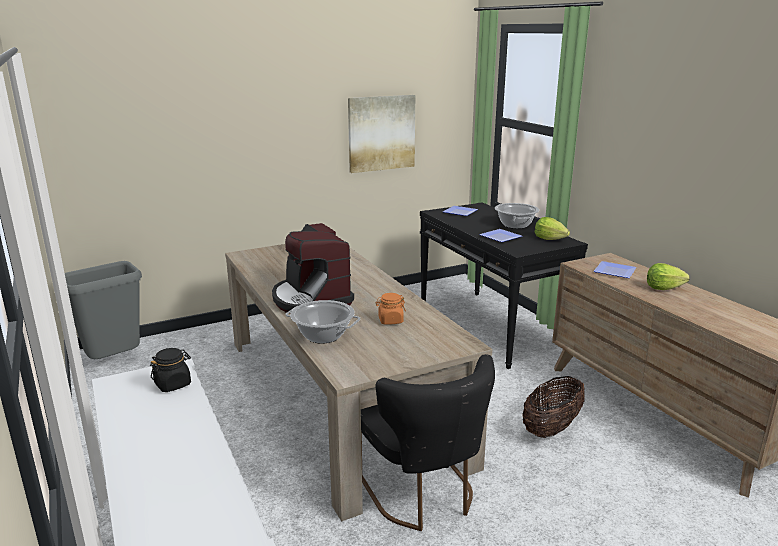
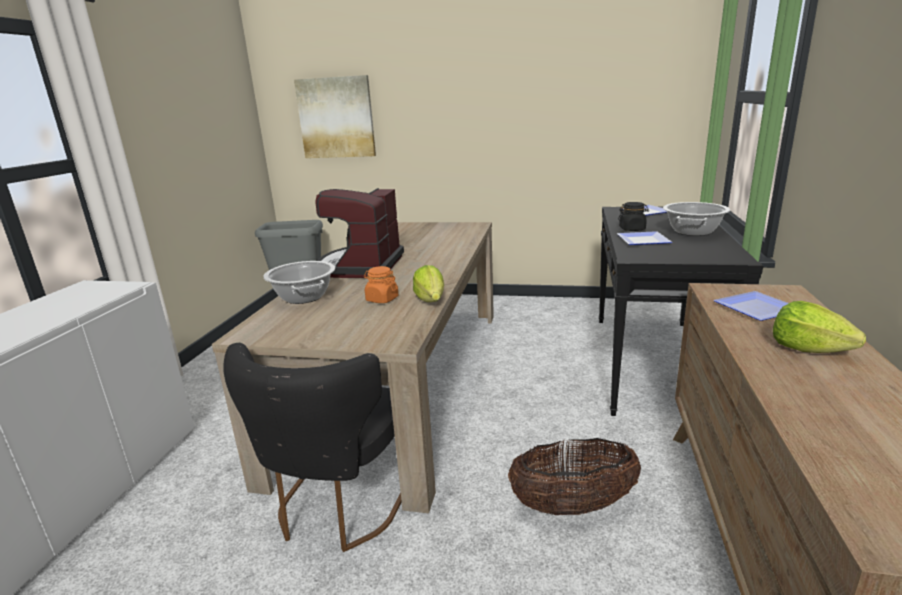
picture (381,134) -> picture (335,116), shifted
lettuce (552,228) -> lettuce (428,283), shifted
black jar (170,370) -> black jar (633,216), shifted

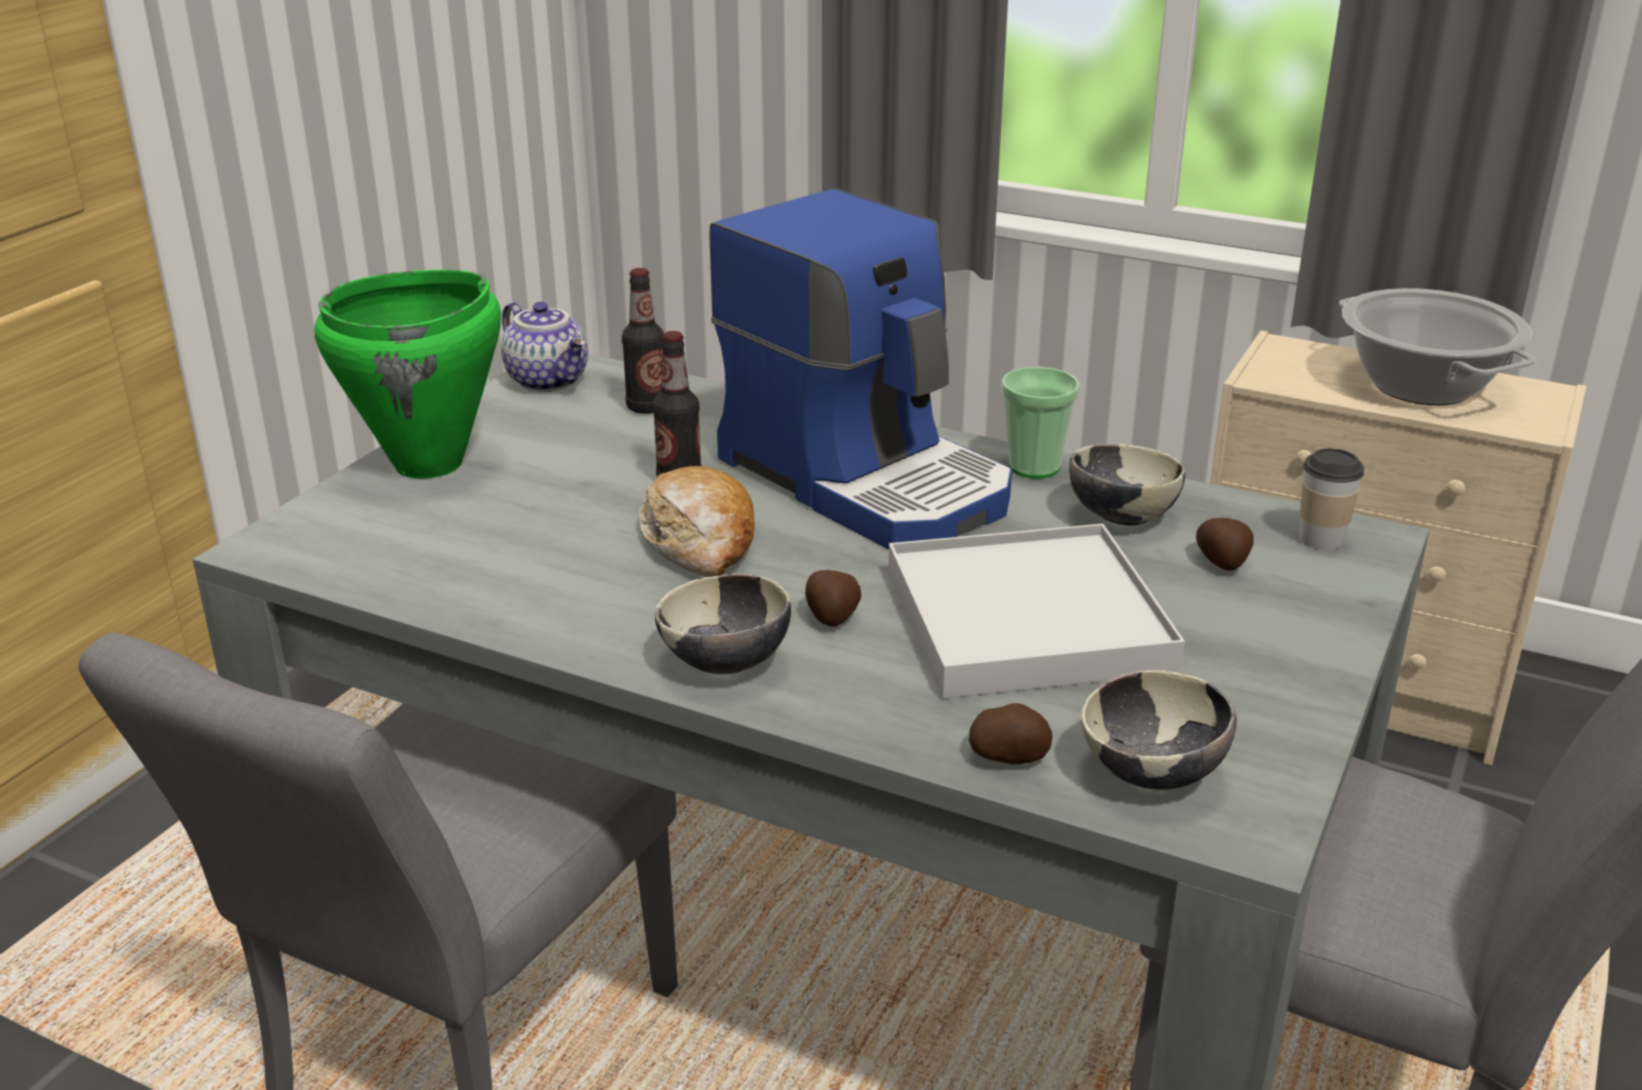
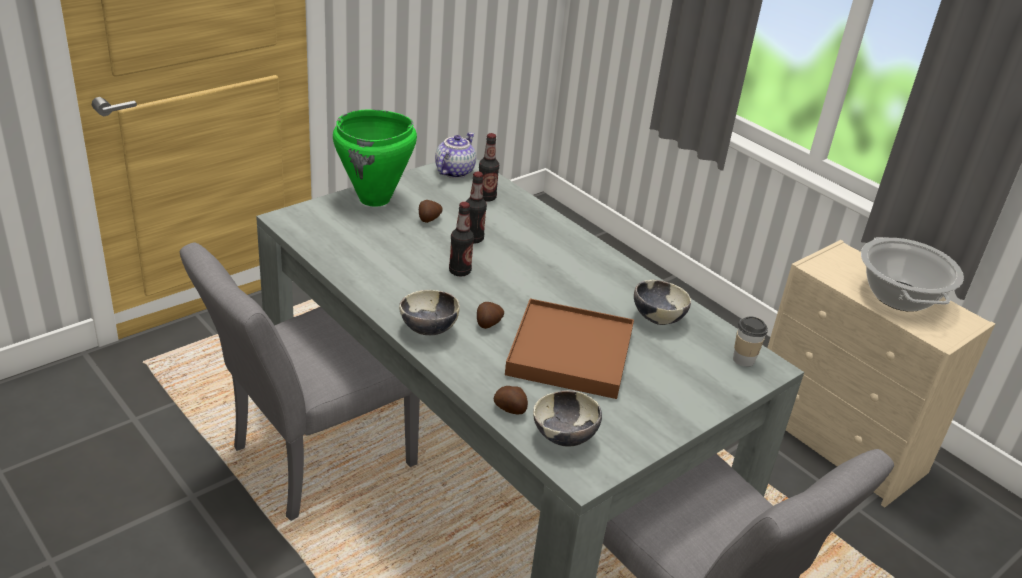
potato (1225,544) -> potato (431,211), shifted
teapot (544,347) -> teapot (455,155), 135 degrees counterclockwise
bread (697,521) -> bottle (461,239)
white tray (1036,611) -> brown tray (569,348)
coffee machine (860,369) -> none
cup (1040,423) -> none

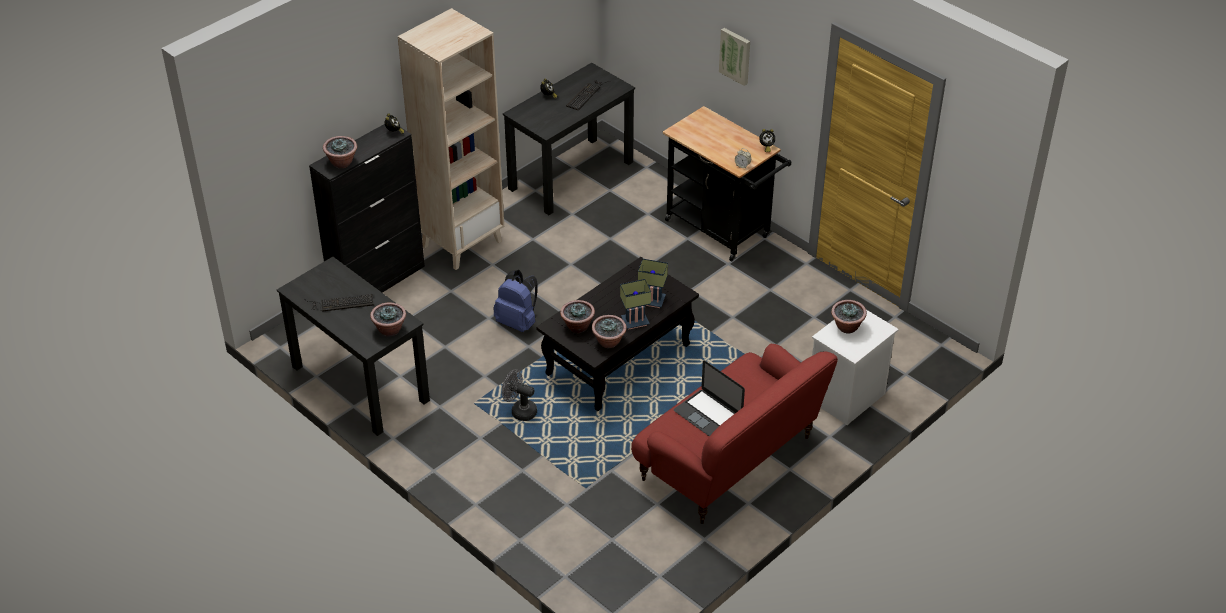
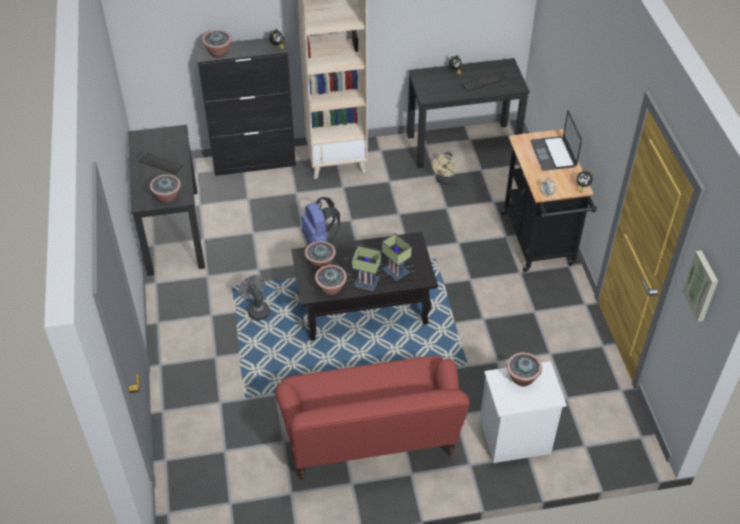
none -> beige fan (445,168)
laptop (709,398) -> laptop (556,141), shifted
picture (734,57) -> picture (700,286), shifted

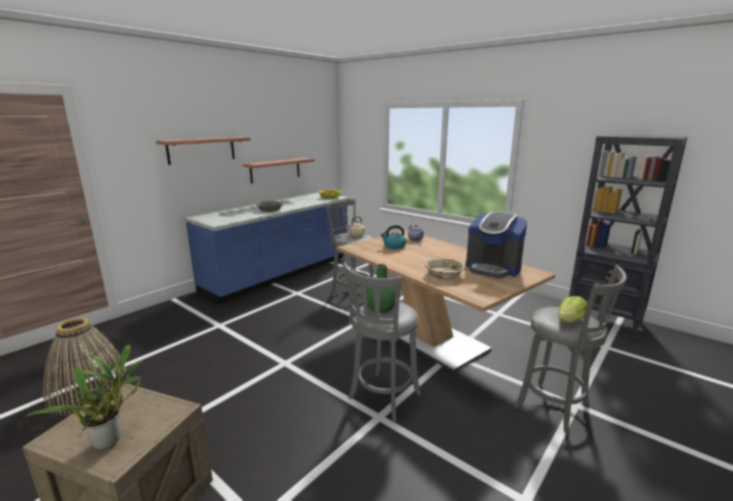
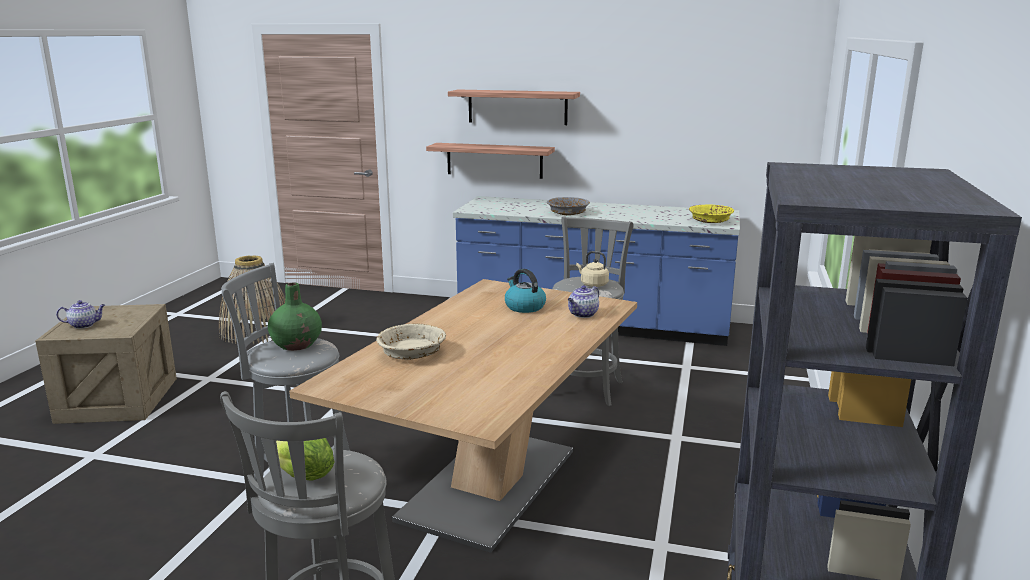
potted plant (85,397) -> teapot (80,314)
shelf (279,171) -> shelf (490,161), shifted
coffee machine (496,245) -> none

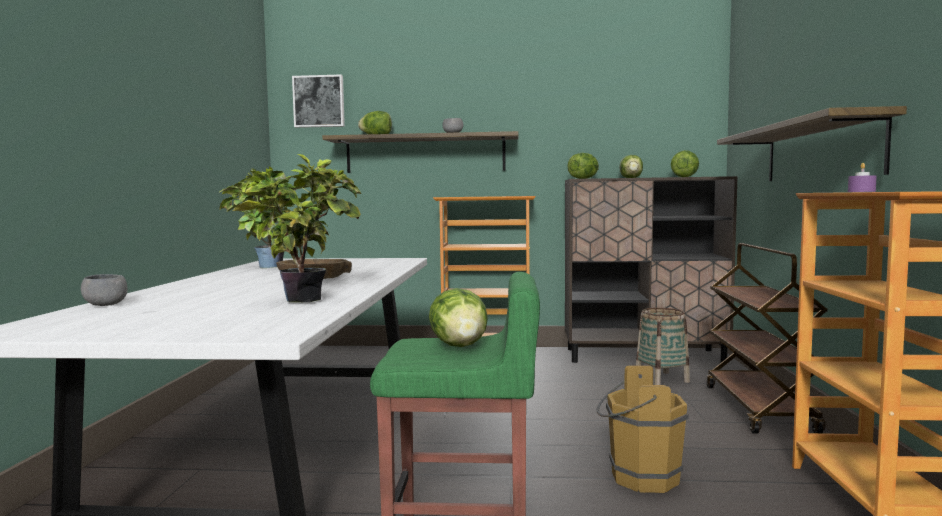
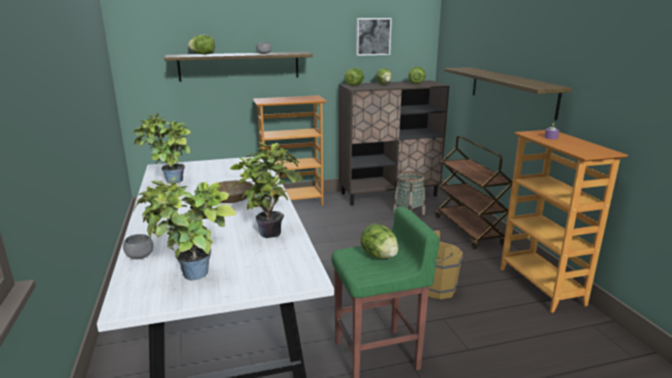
none -> potted plant (185,229)
picture (318,101) -> picture (374,37), shifted

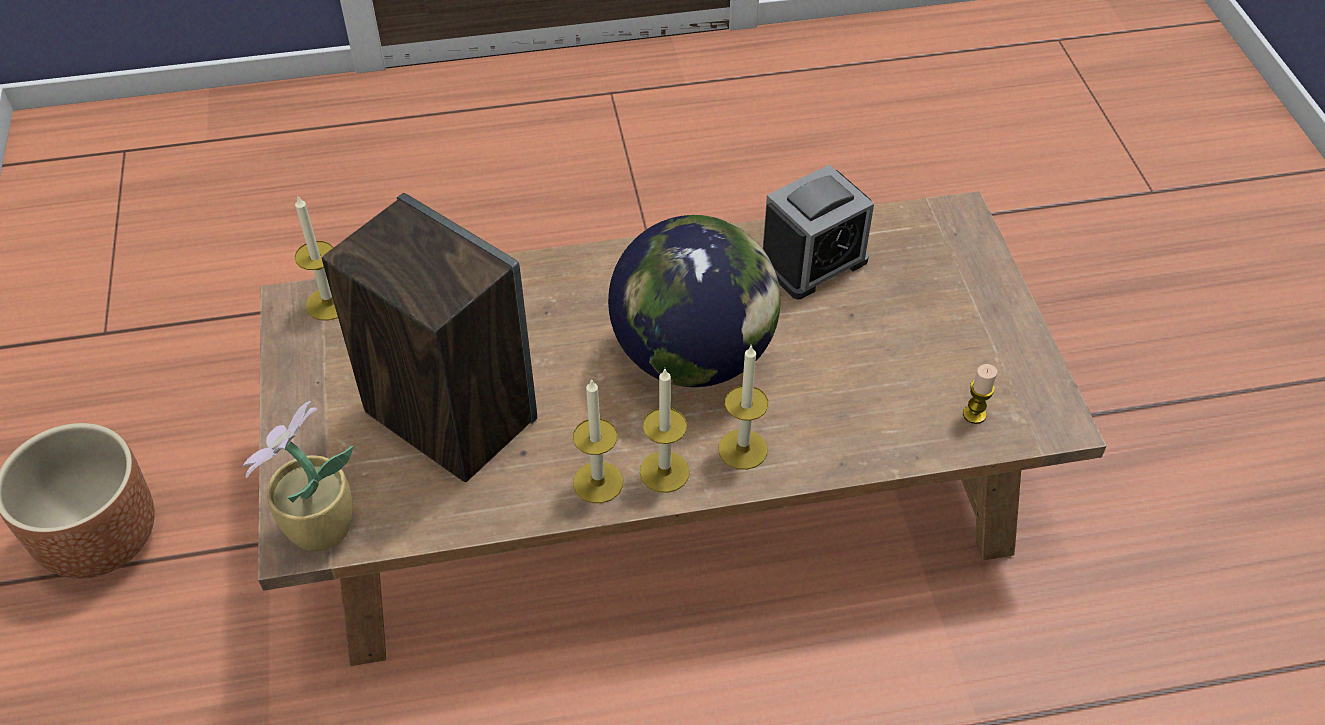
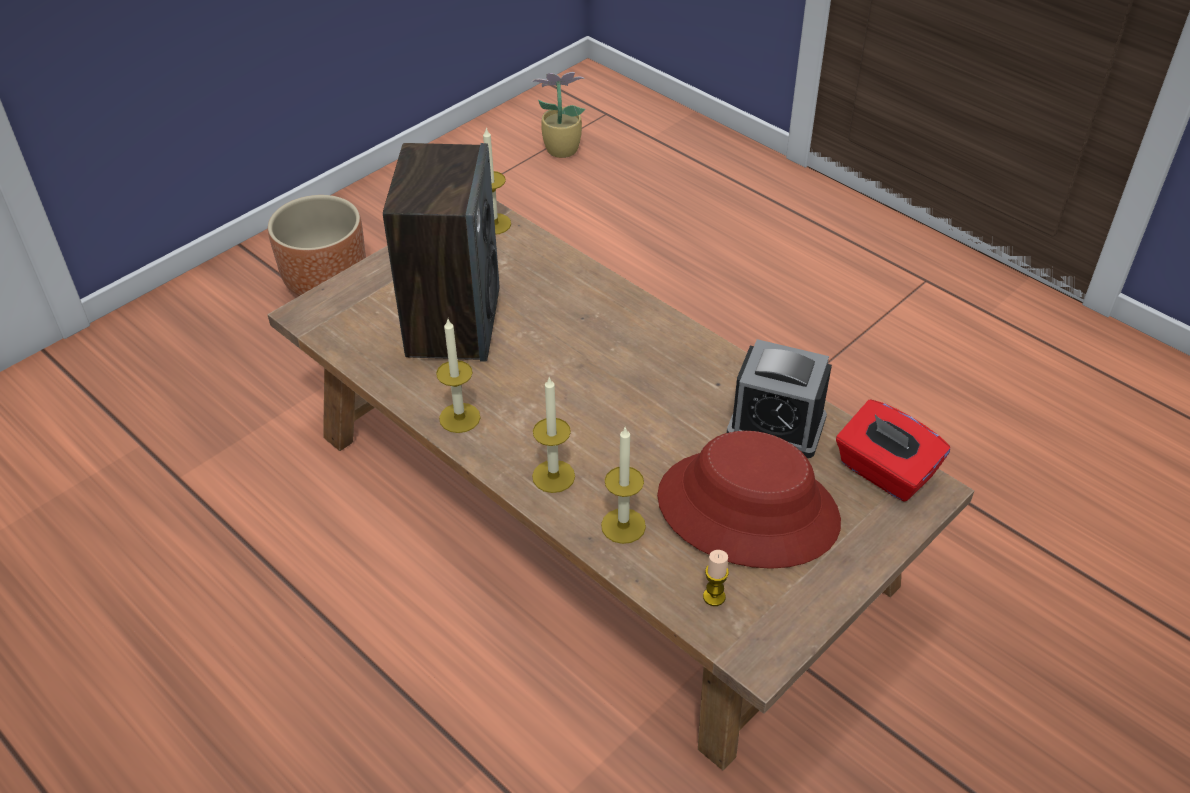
potted plant (297,476) -> potted plant (558,115), shifted
candle (665,431) -> candle (623,485), shifted
none -> red hat (749,500)
none -> red tissue box (893,451)
globe (694,301) -> none

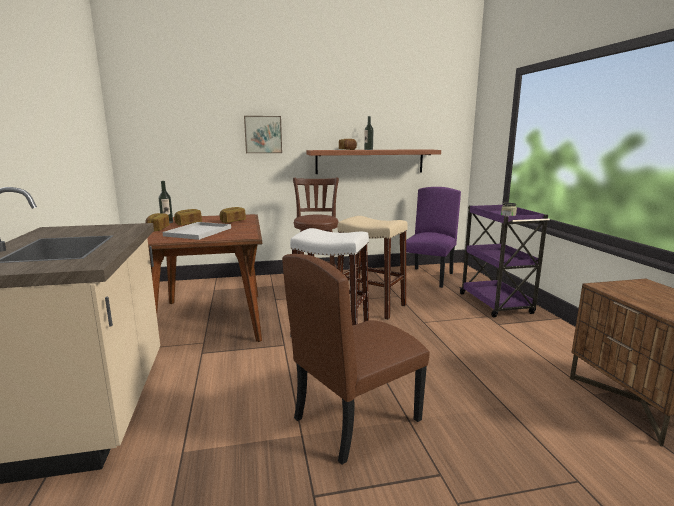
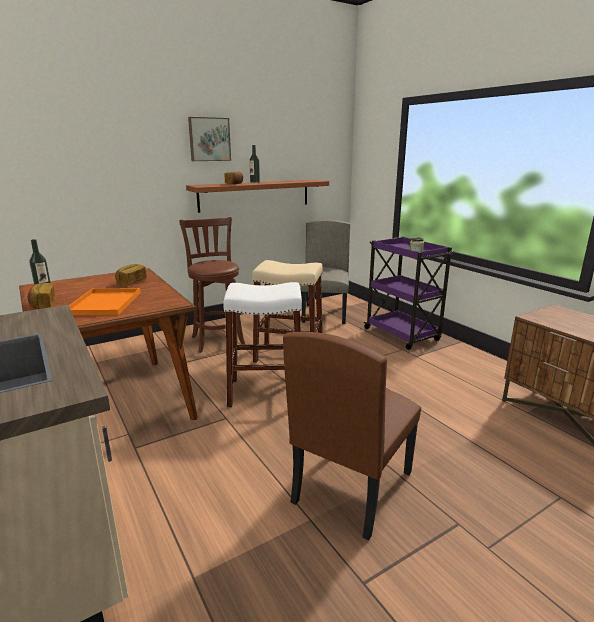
white tray (197,231) -> orange tray (105,301)
picture (263,134) -> picture (209,139), shifted
purple chair (433,237) -> beige chair (325,271)
bread (188,217) -> none

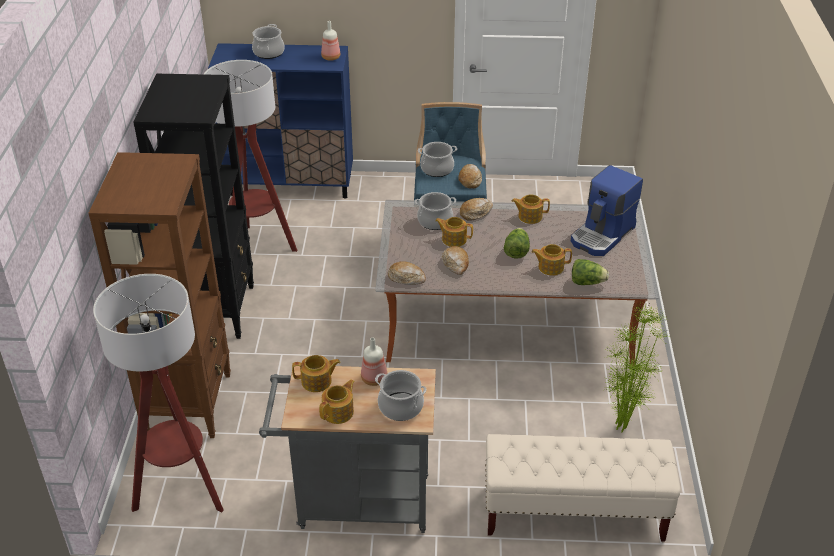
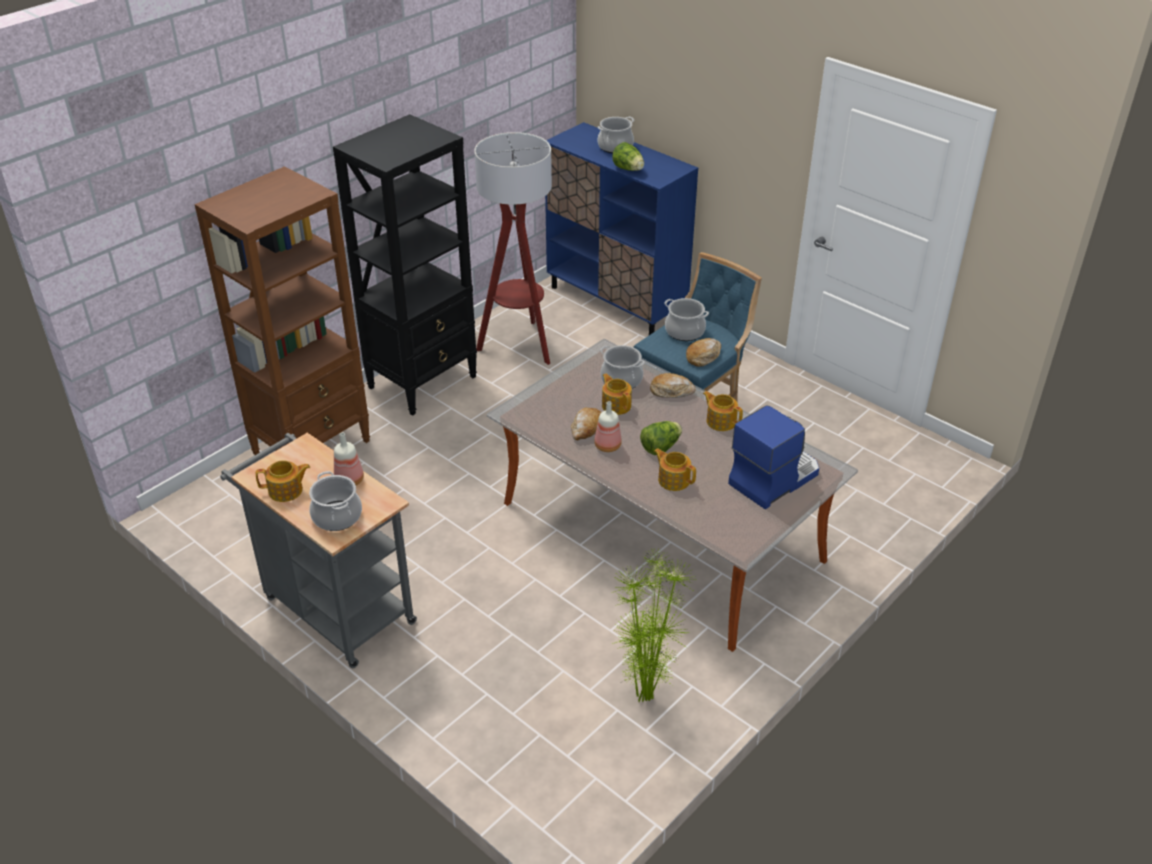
bottle (330,41) -> bottle (608,426), shifted
lettuce (590,272) -> lettuce (628,156), shifted
coffee machine (607,210) -> coffee machine (773,457), 150 degrees clockwise
floor lamp (158,393) -> none
teapot (316,373) -> none
bread (407,273) -> none
beige bench (582,488) -> none

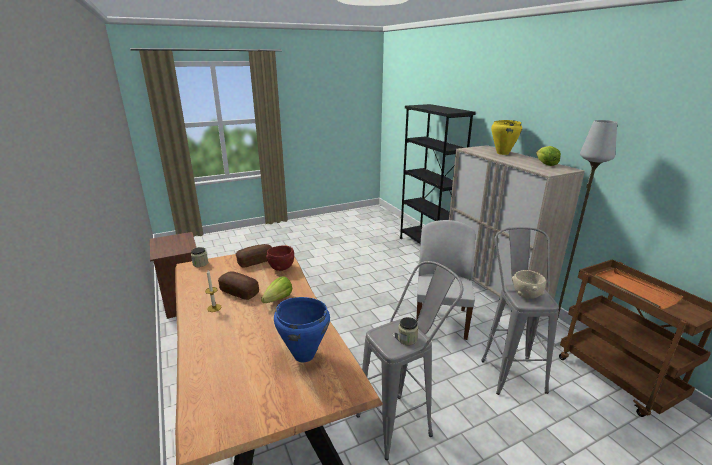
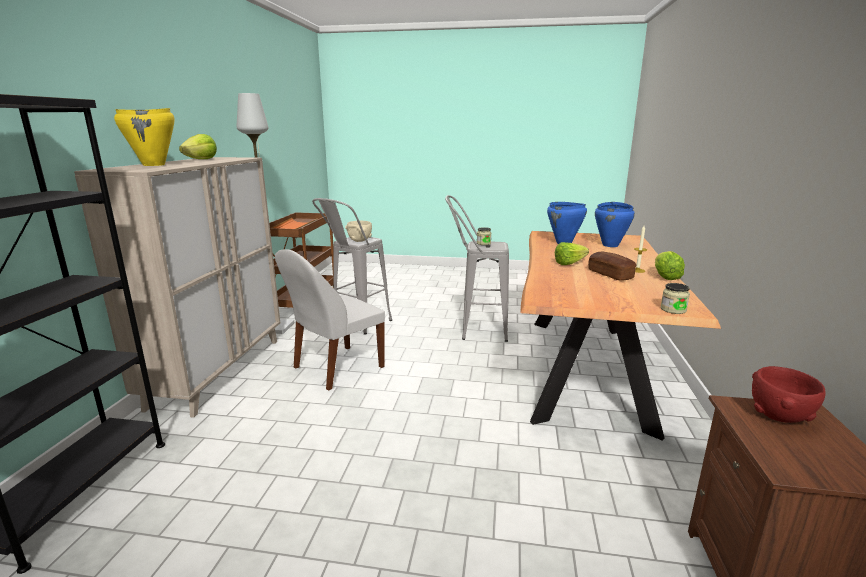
none -> blue cooking pot (615,224)
none -> lettuce (670,265)
red bowl (280,258) -> red bowl (789,394), shifted
bread (254,256) -> none

